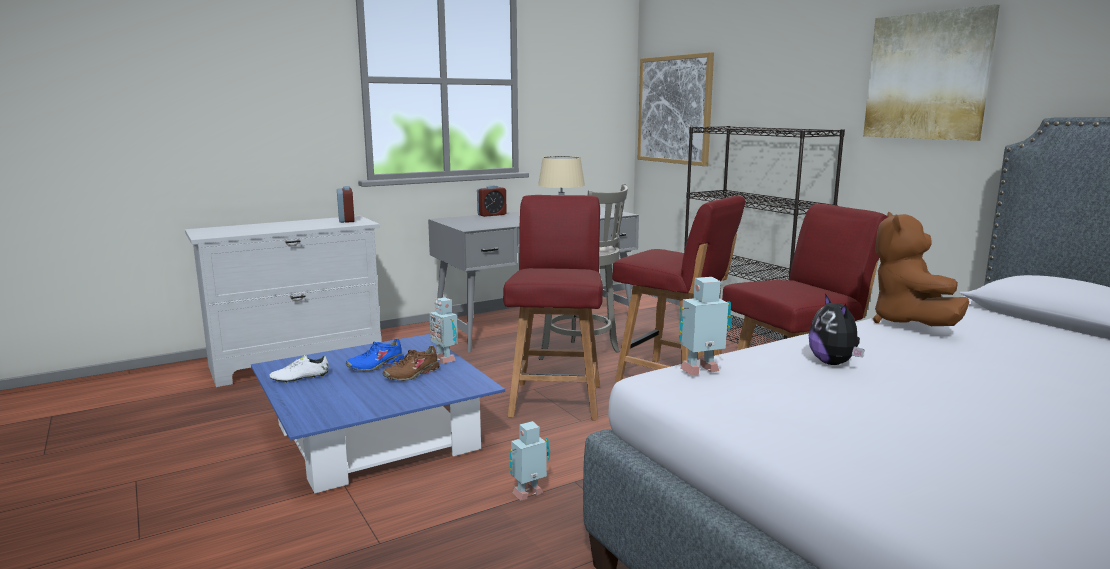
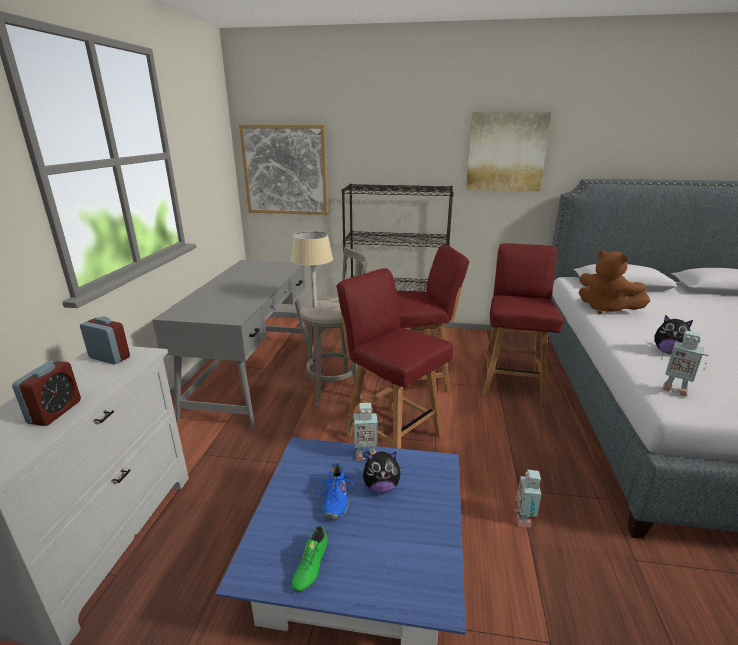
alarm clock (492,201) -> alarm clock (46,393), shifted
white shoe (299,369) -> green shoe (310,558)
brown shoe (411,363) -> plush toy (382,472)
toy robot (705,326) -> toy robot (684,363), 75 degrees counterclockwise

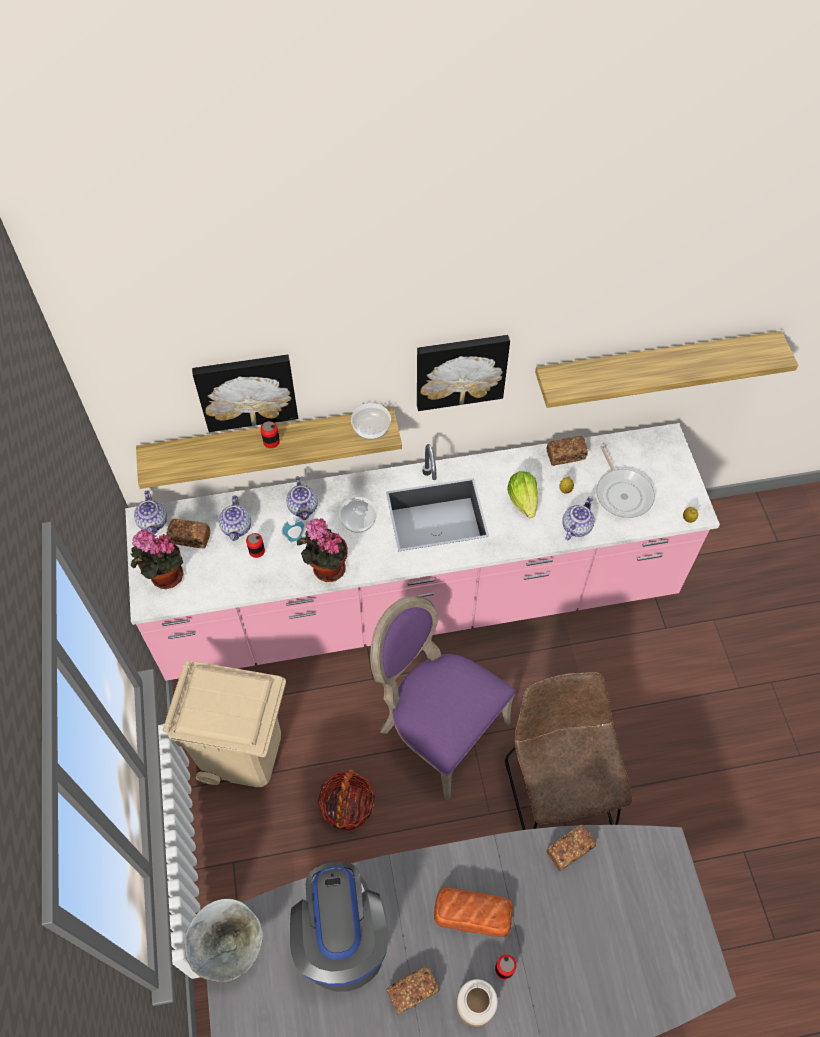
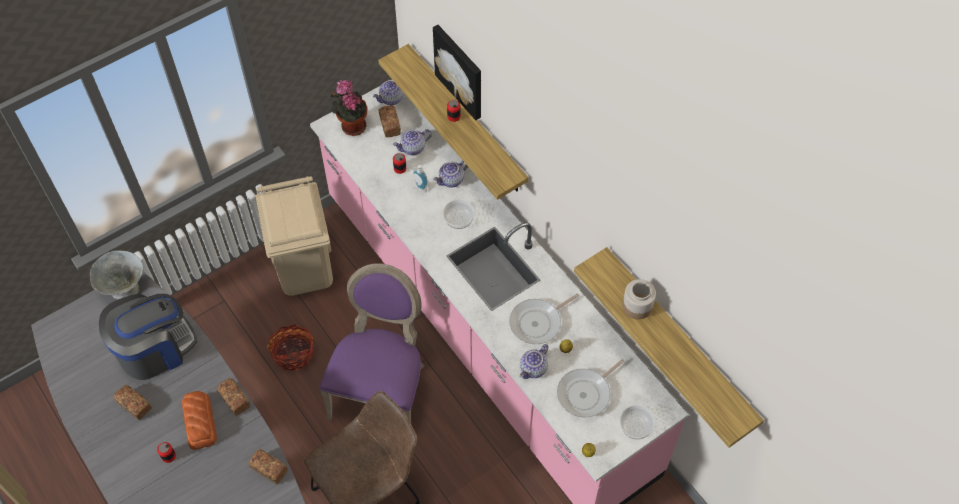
bread (567,451) -> bread (233,397), shifted
lettuce (522,494) -> frying pan (544,318)
teapot (578,518) -> teapot (534,361), 120 degrees clockwise
bowl (371,421) -> bowl (637,422), shifted
jar (477,1003) -> jar (639,299), shifted
potted plant (322,550) -> none
picture (463,373) -> none

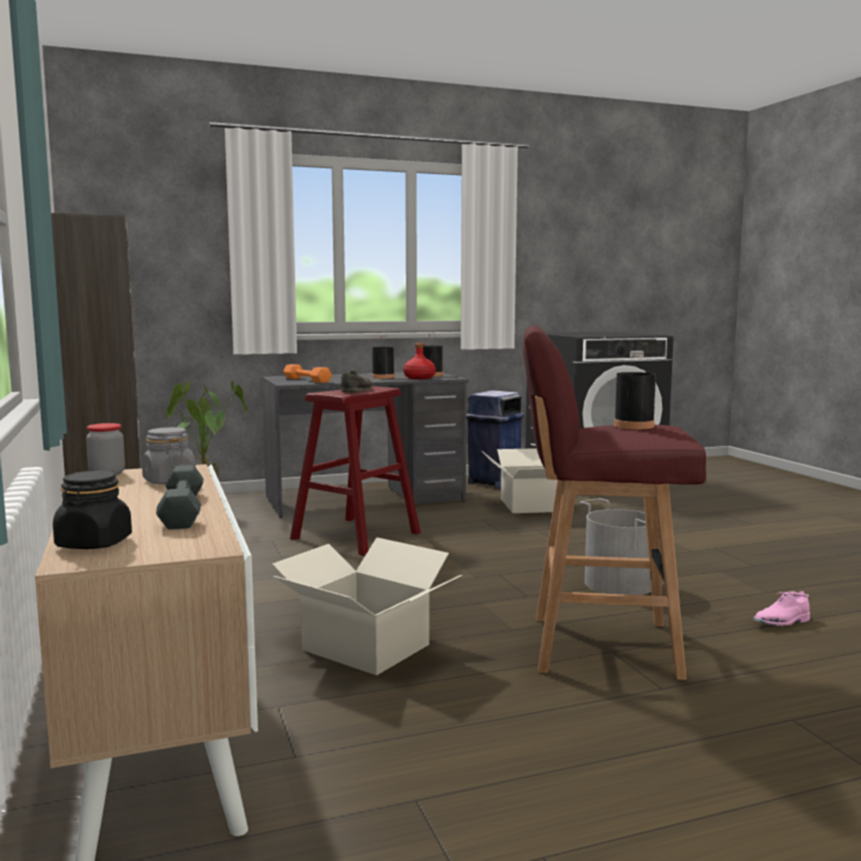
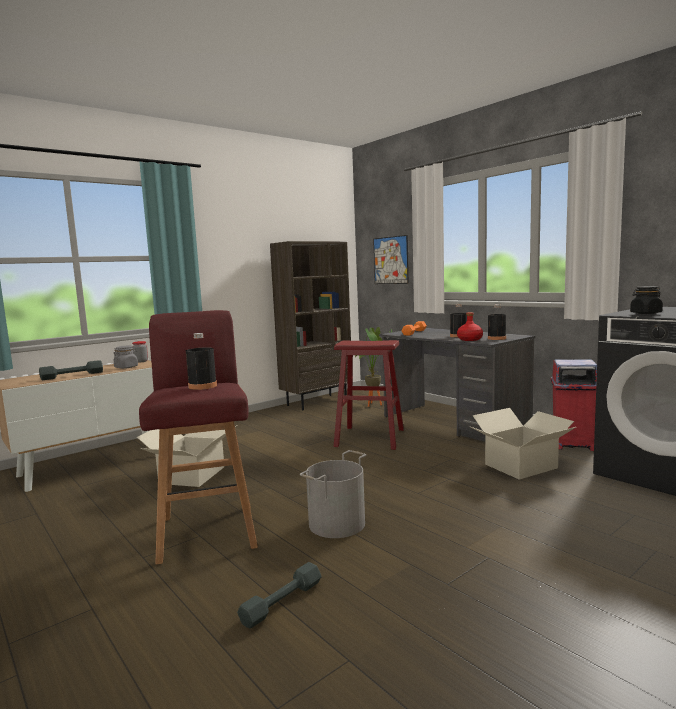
pink shoe (781,608) -> grey dumbbell (279,595)
none -> picture (391,259)
blue trash can (495,439) -> red trash can (574,405)
black jar (92,510) -> black jar (646,300), shifted
brown shoe (356,381) -> none

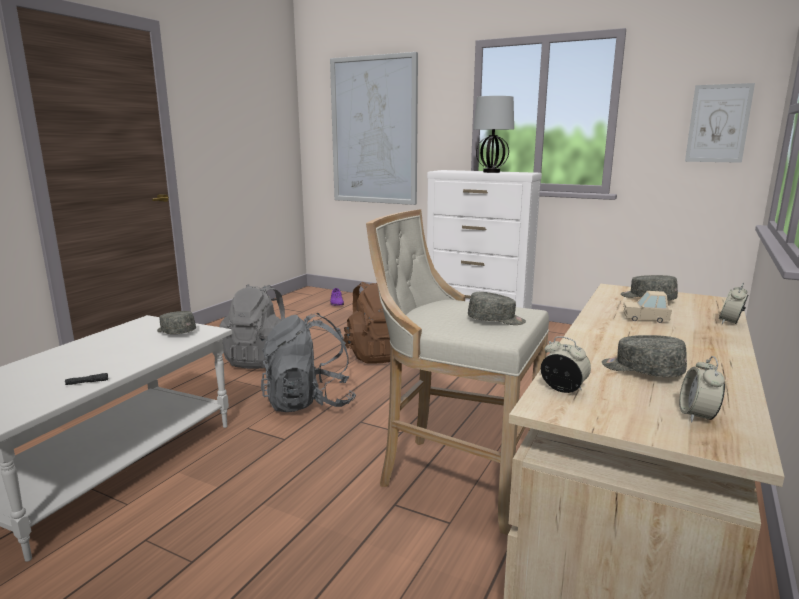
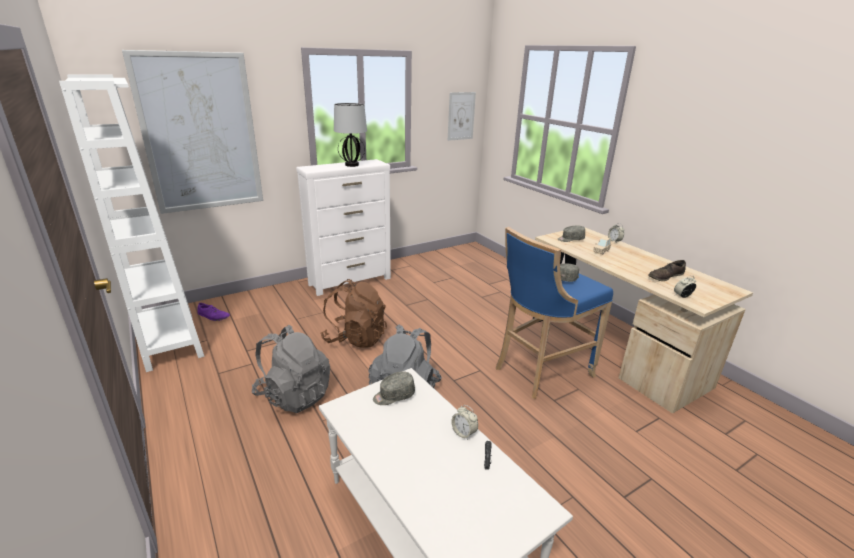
none -> white bookcase (132,223)
alarm clock (702,389) -> alarm clock (464,422), shifted
beige stool (457,372) -> blue stool (554,313)
grey cap (644,356) -> brown shoe (667,270)

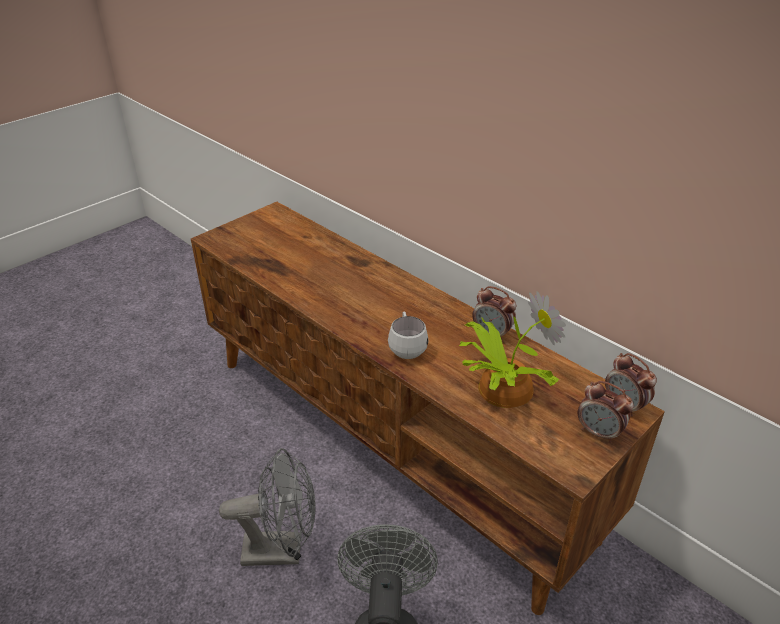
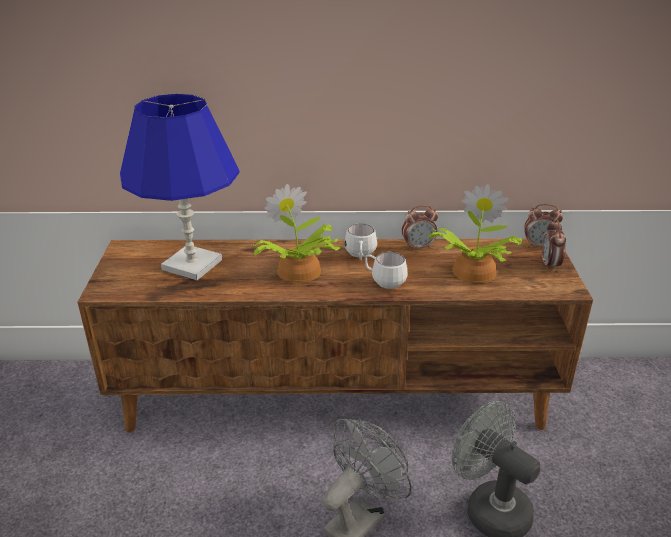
none -> blue table lamp (180,187)
none -> potted plant (296,233)
none -> white mug (360,242)
alarm clock (606,412) -> alarm clock (554,245), 105 degrees clockwise

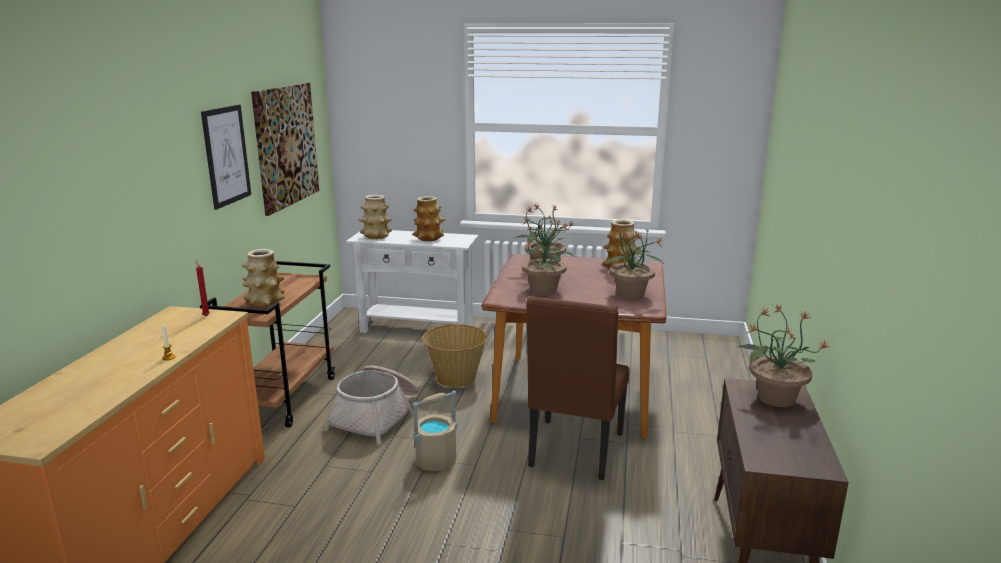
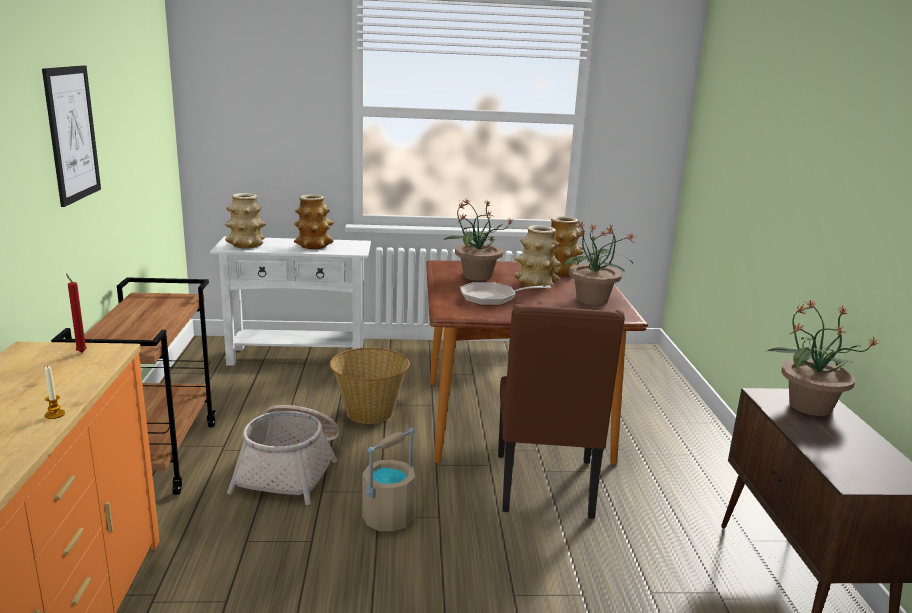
potted plant (548,256) -> frying pan (505,294)
vase (263,278) -> vase (537,257), shifted
picture (285,149) -> none

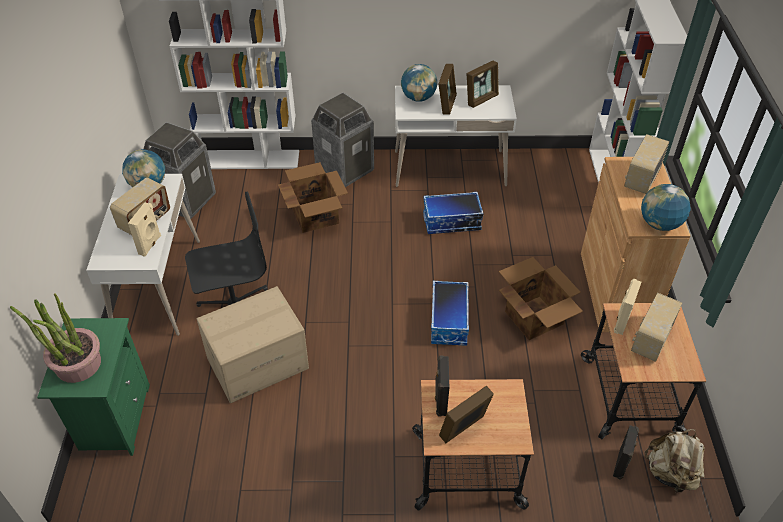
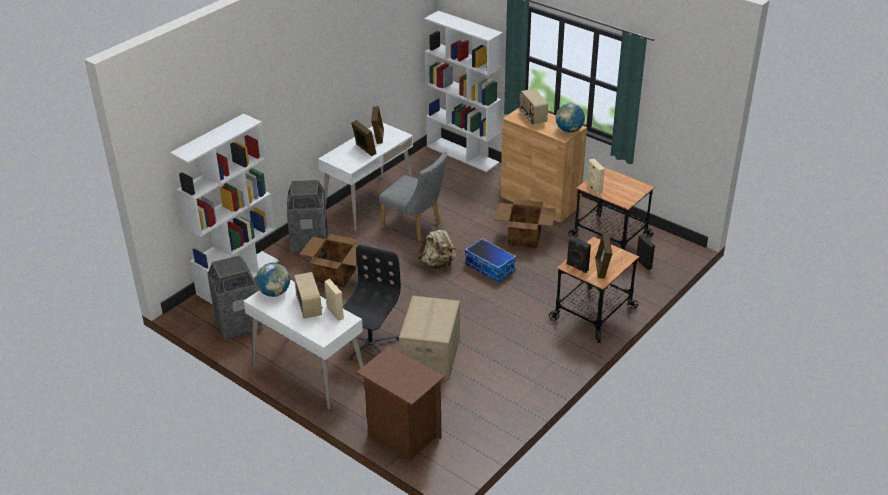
green nightstand (93,387) -> brown nightstand (400,403)
storage box (453,213) -> grey chair (413,196)
beige backpack (675,460) -> beige backpack (437,246), shifted
potted plant (55,338) -> none
globe (419,83) -> none
radio (656,327) -> none

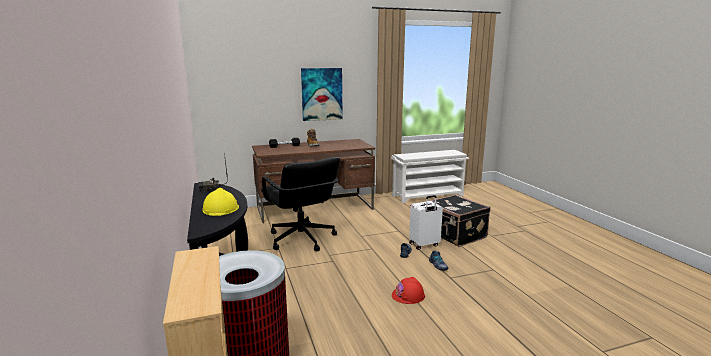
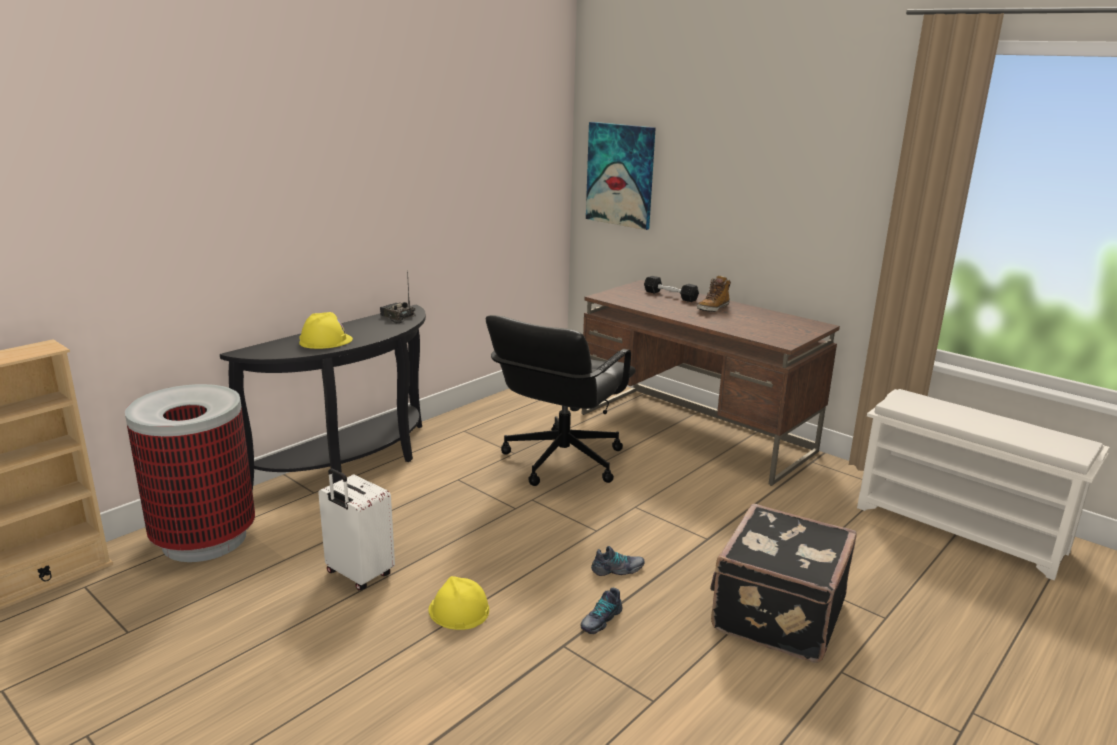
white suitcase (426,222) -> white suitcase (356,529), shifted
red hard hat (408,290) -> yellow hard hat (458,603)
picture (322,94) -> picture (621,176), shifted

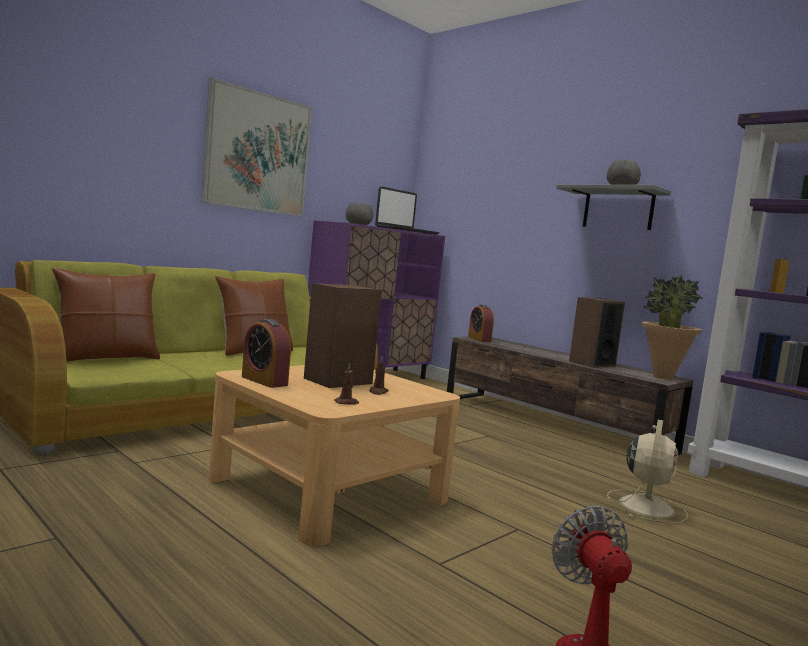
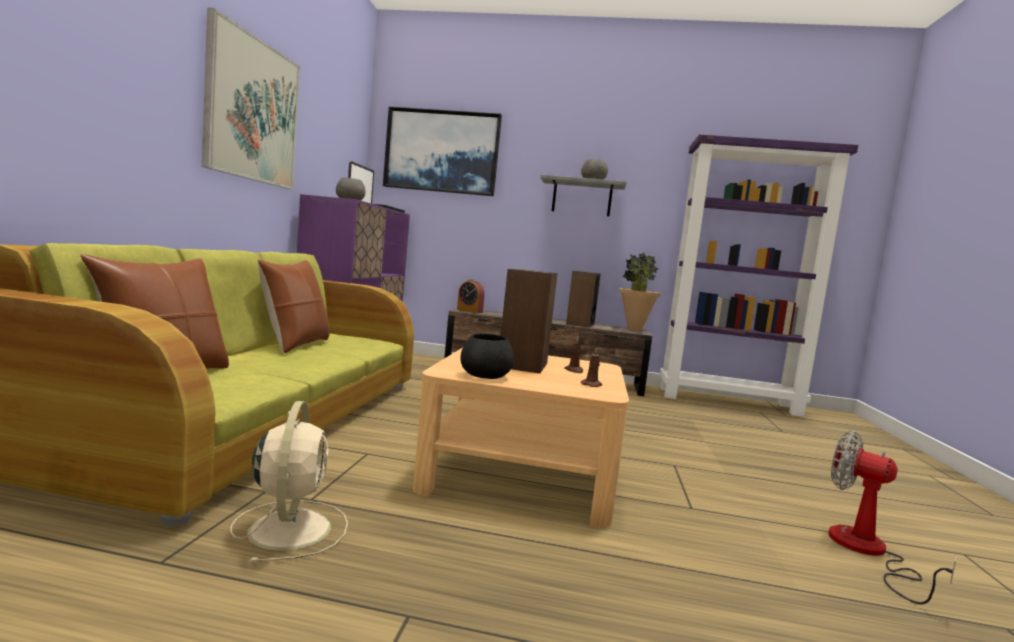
beige fan (647,472) -> beige fan (289,482), shifted
none -> picture (442,151)
alarm clock (266,353) -> black bowl (487,356)

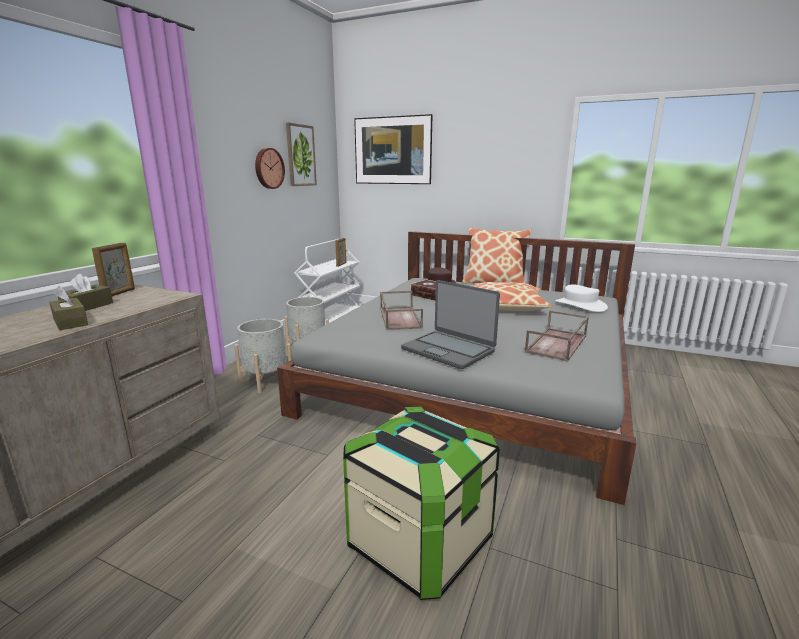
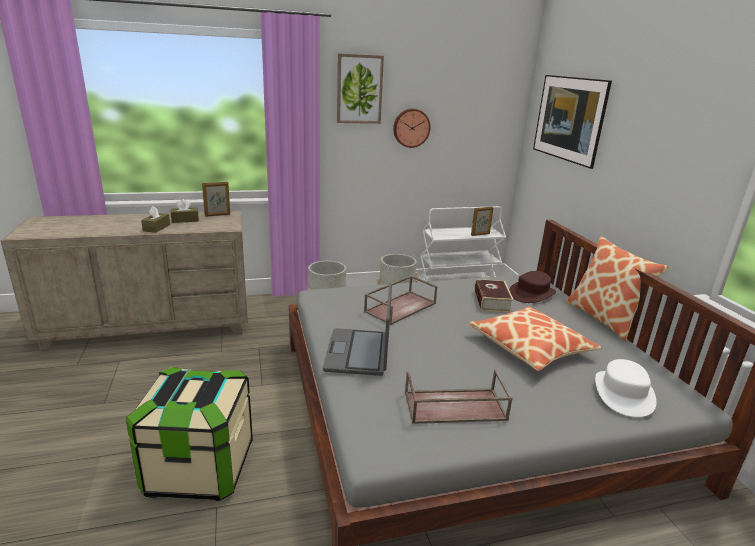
picture (301,154) -> picture (360,89), shifted

